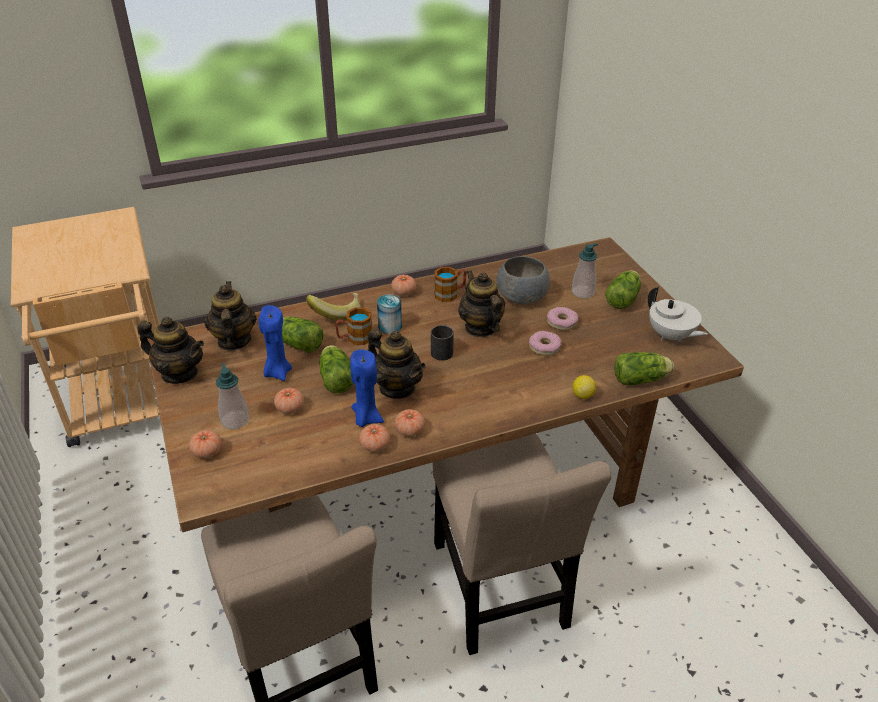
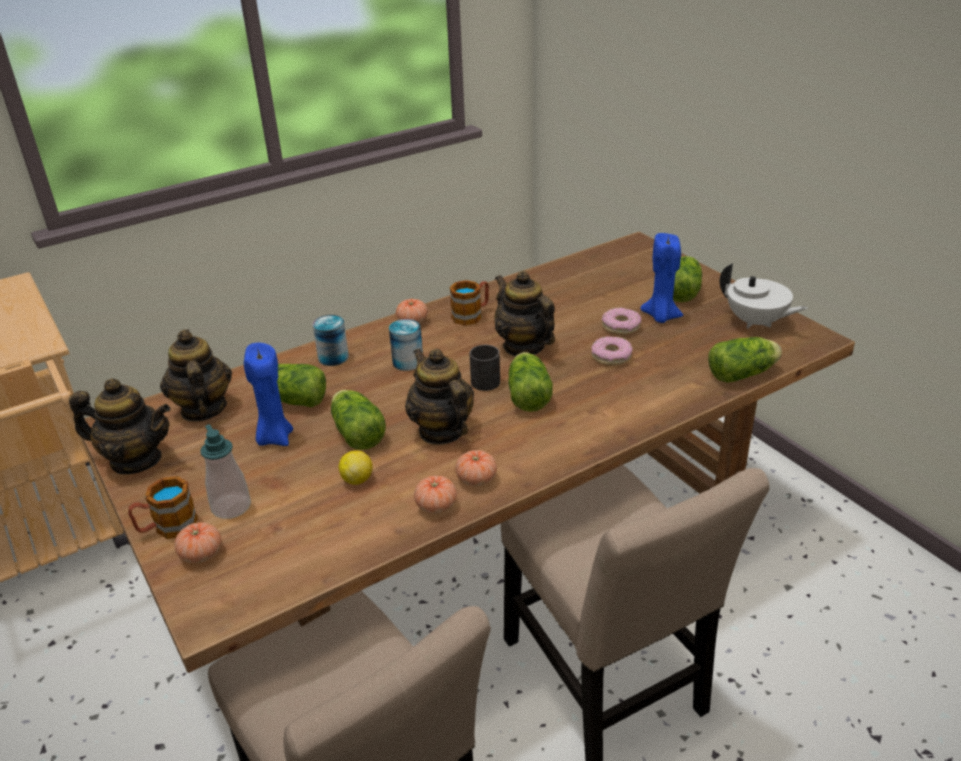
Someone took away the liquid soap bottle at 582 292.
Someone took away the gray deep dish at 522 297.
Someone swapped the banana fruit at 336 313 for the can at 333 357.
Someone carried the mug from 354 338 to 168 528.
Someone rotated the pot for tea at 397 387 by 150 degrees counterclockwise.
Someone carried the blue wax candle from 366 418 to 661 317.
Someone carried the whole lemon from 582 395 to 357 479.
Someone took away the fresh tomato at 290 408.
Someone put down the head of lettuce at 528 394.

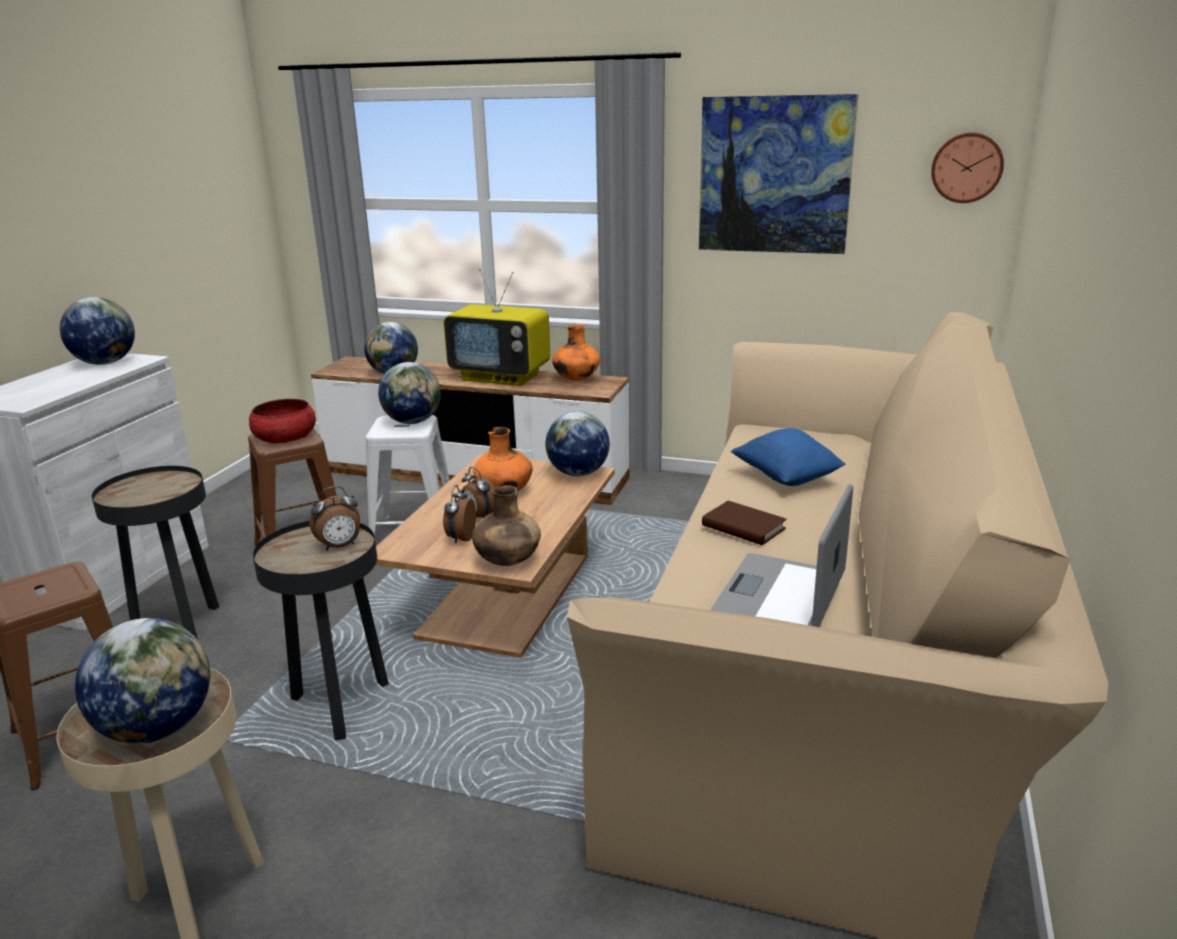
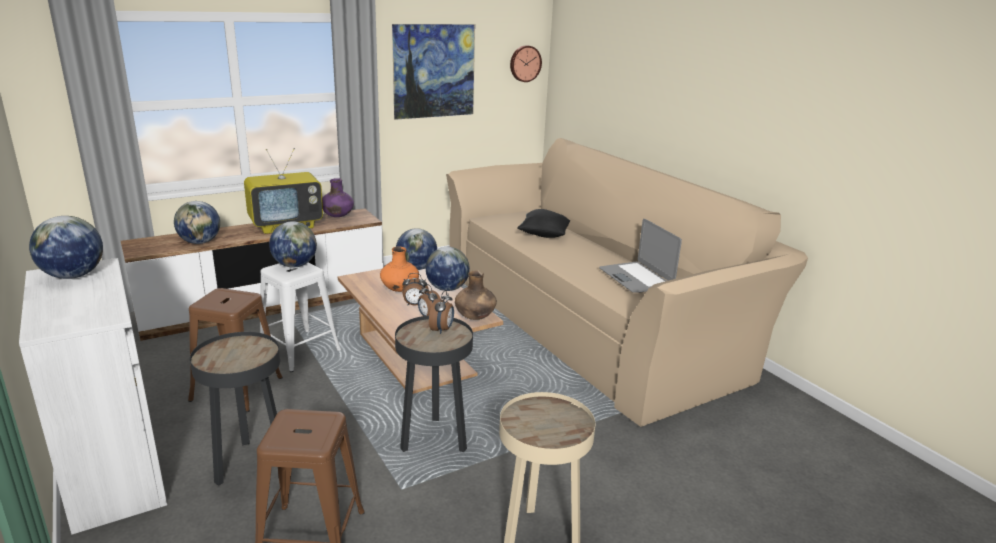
Someone repainted the orange vase at 576 379, which became the purple-coloured vase at 337 216.
Someone took away the red deep dish at 285 436.
Someone repainted the blue cushion at 786 477, which became the black cushion at 543 235.
Someone took away the brownish volume at 743 527.
Someone carried the desk globe from 157 728 to 447 288.

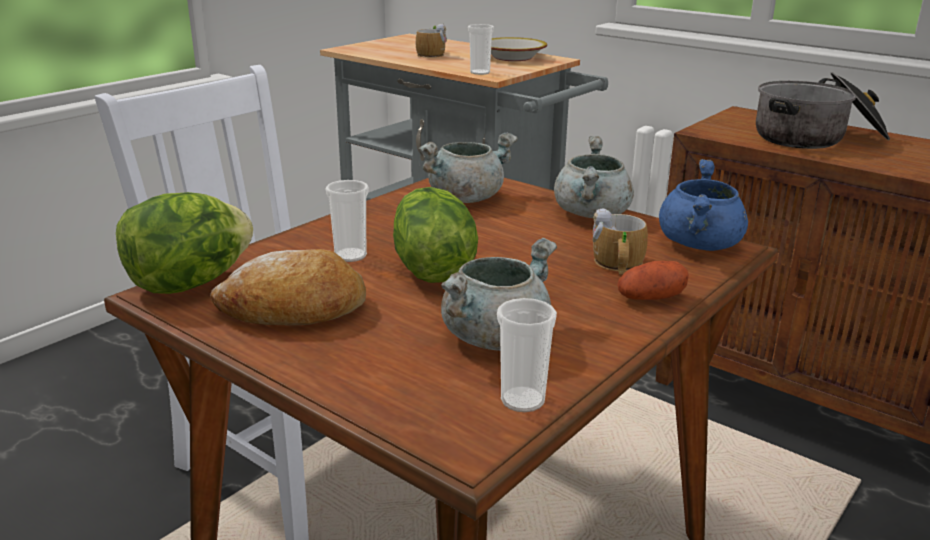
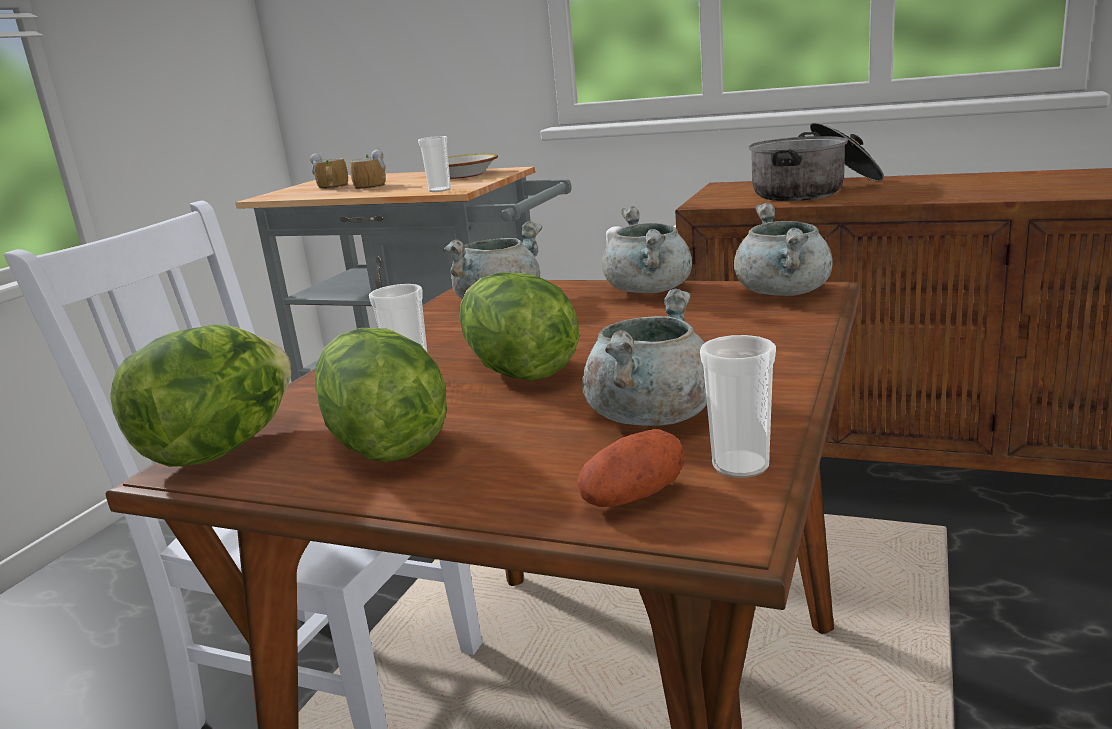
Someone repainted the blue saucepot at 700 245, which became the gray saucepot at 784 293.
Someone carried the mug from 617 266 to 332 187.
Someone swapped the bread at 294 309 for the head of lettuce at 383 444.
Someone carried the whole potato from 650 298 to 633 497.

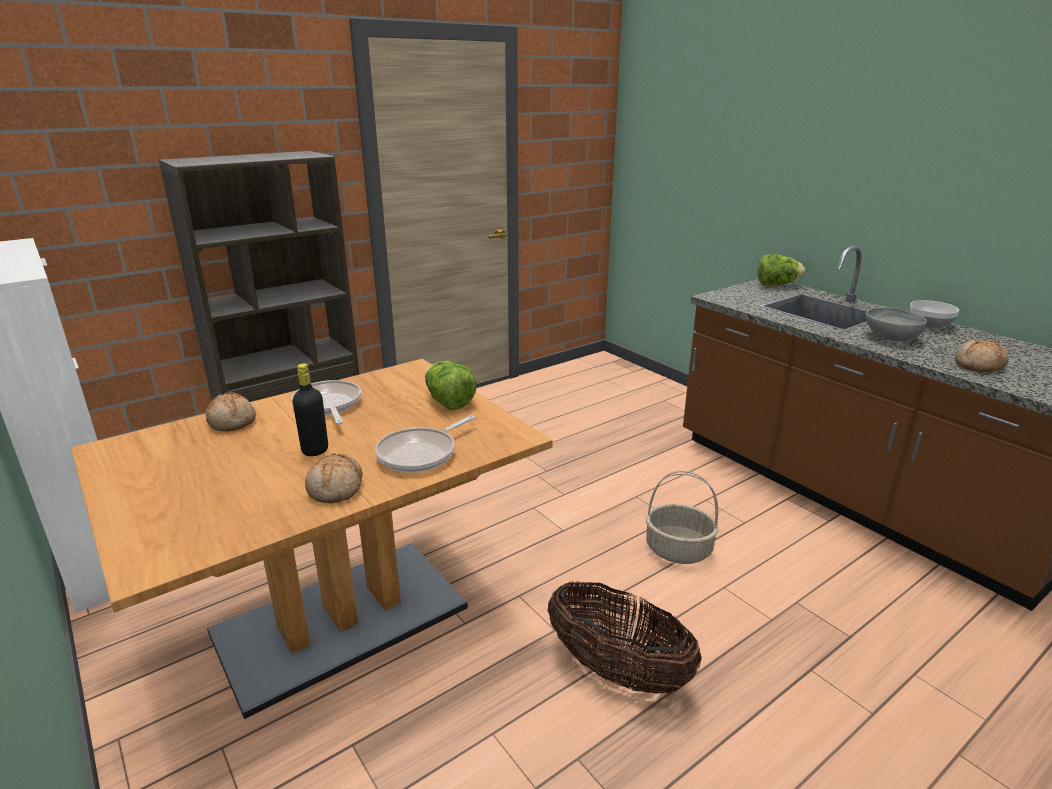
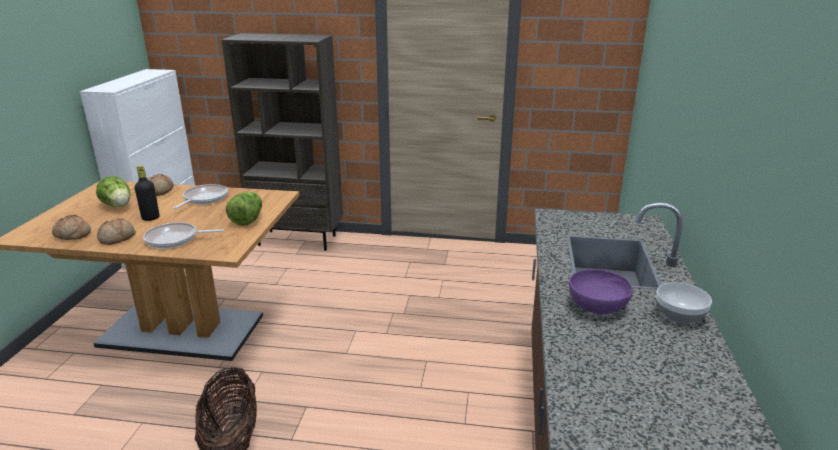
Someone carried the head of lettuce from 777 285 to 118 206.
Someone repainted the gray deep dish at 890 337, which became the purple-coloured deep dish at 597 305.
Someone carried the bread from 979 366 to 72 235.
Someone took away the basket at 679 549.

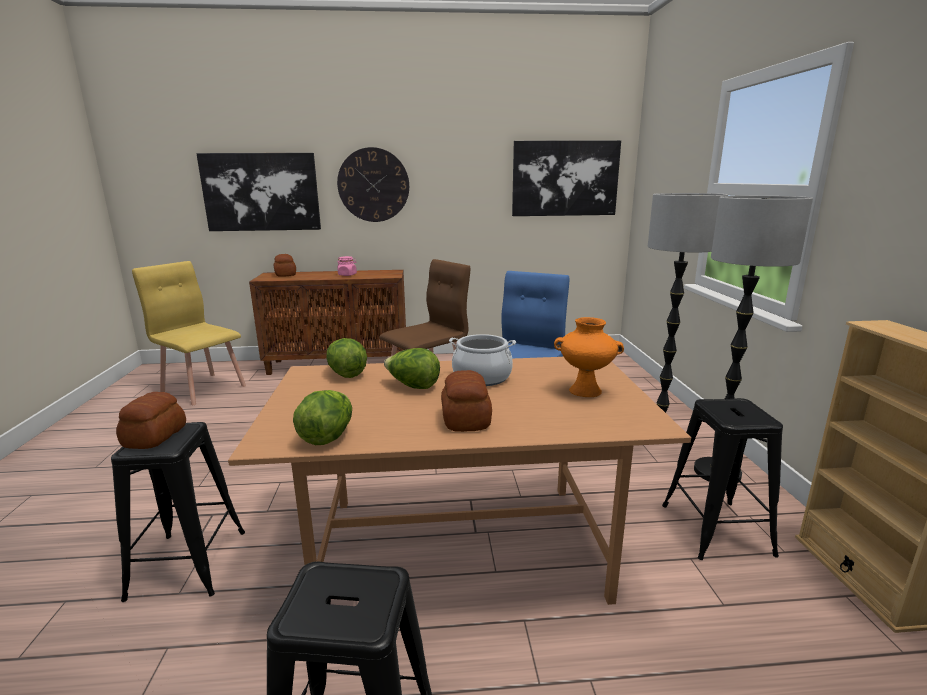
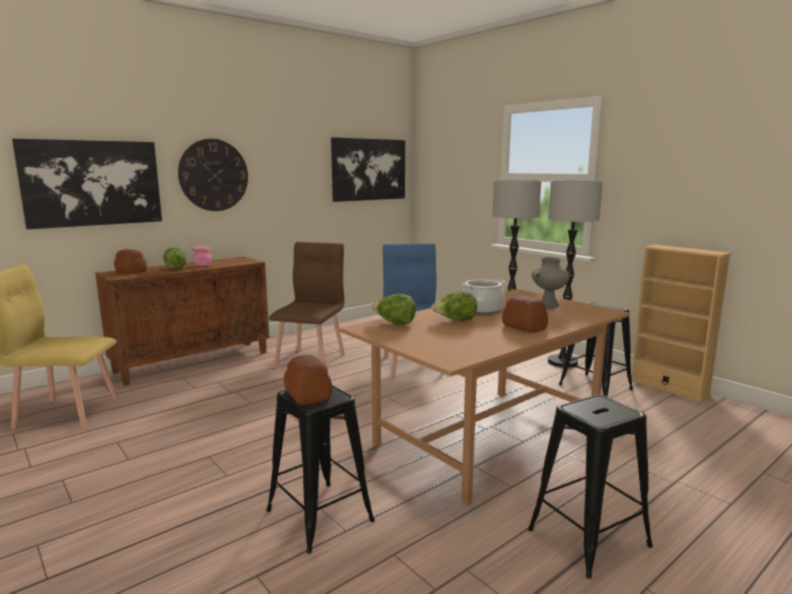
Someone repainted the orange vase at 586 390, which became the gray vase at 548 305.
Someone carried the head of lettuce from 327 436 to 175 268.

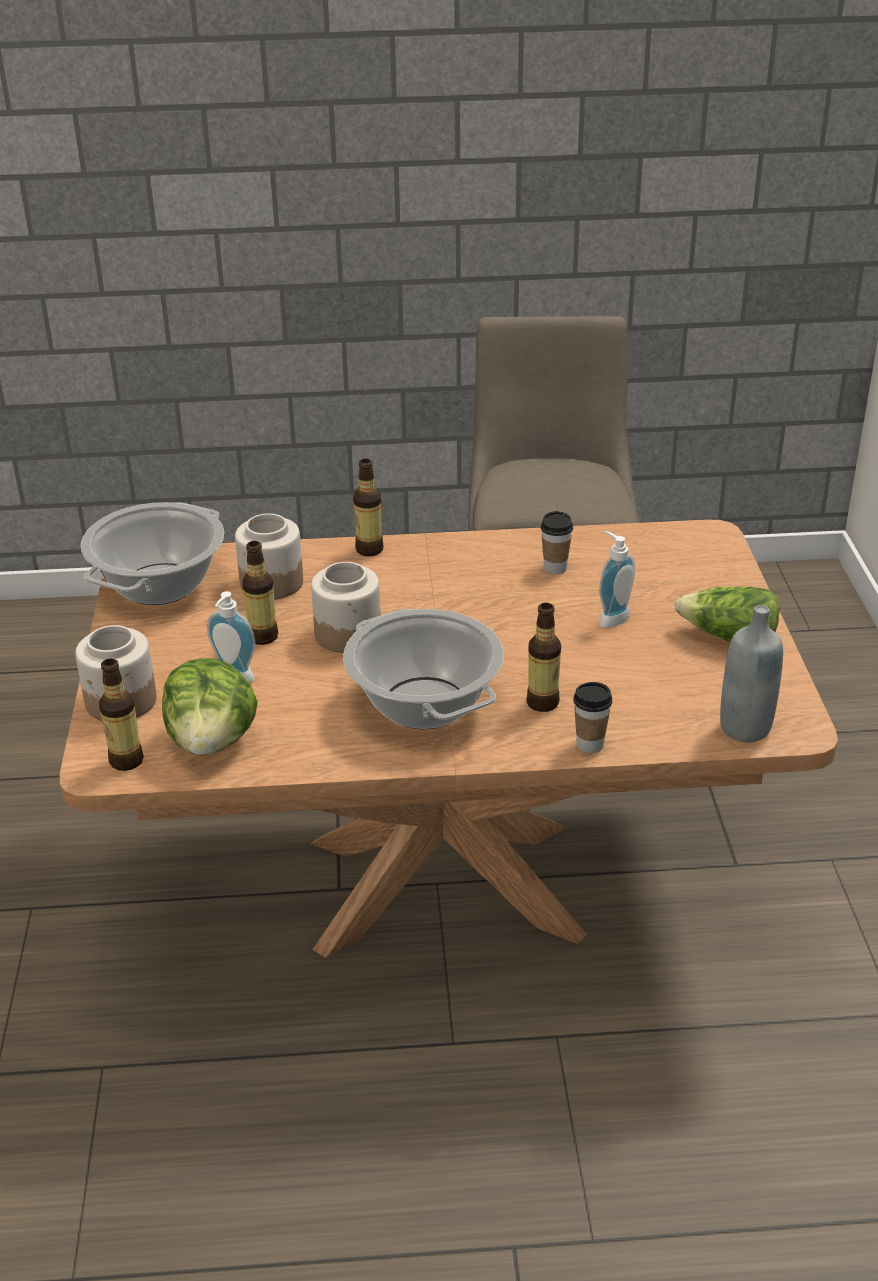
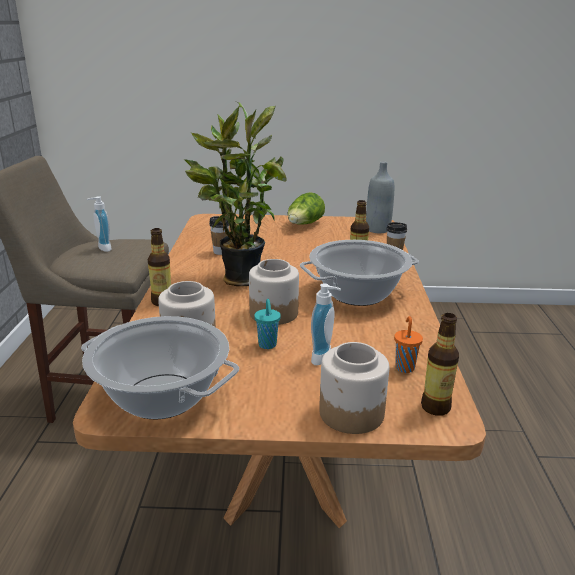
Someone carried the liquid soap bottle from 611 617 to 102 248.
Someone swapped the bottle at 262 637 for the blue-green cup at 267 345.
Someone swapped the head of lettuce at 213 741 for the orange cup at 404 367.
Someone put down the potted plant at 237 279.

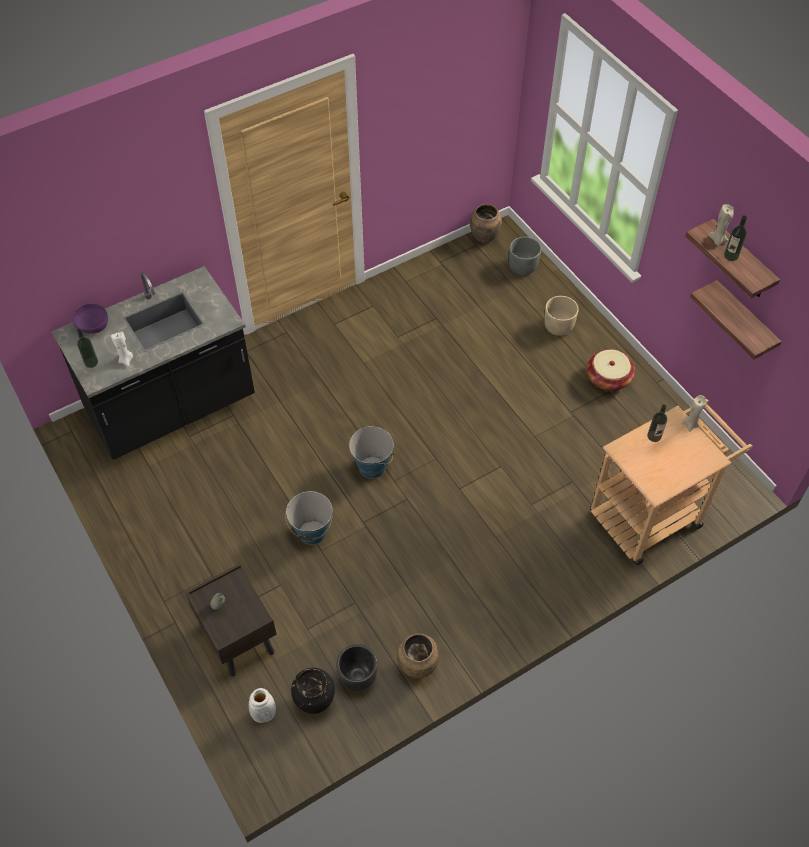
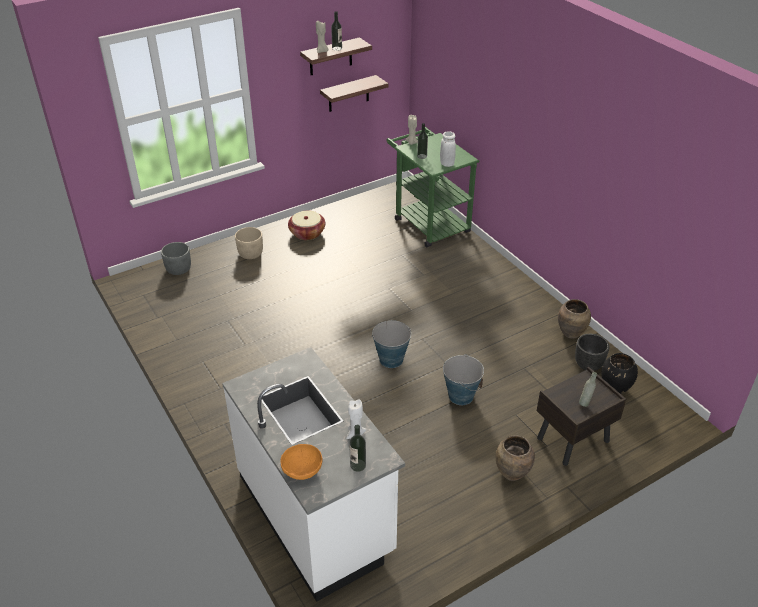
Someone carried the brownish vase from 484 238 to 511 473.
Someone repainted the black kitchen base unit at 172 408, which became the white kitchen base unit at 316 514.
Someone repainted the purple-coloured deep dish at 92 326, which became the orange deep dish at 302 471.
Someone repainted the beige wheeled cart at 653 514, which became the green wheeled cart at 428 222.
Someone carried the white vase from 264 714 to 447 164.

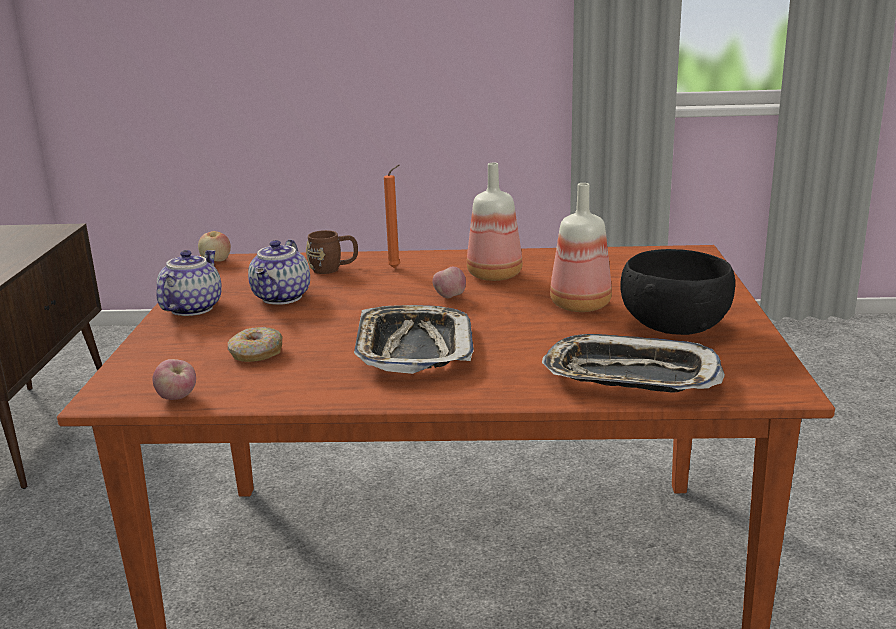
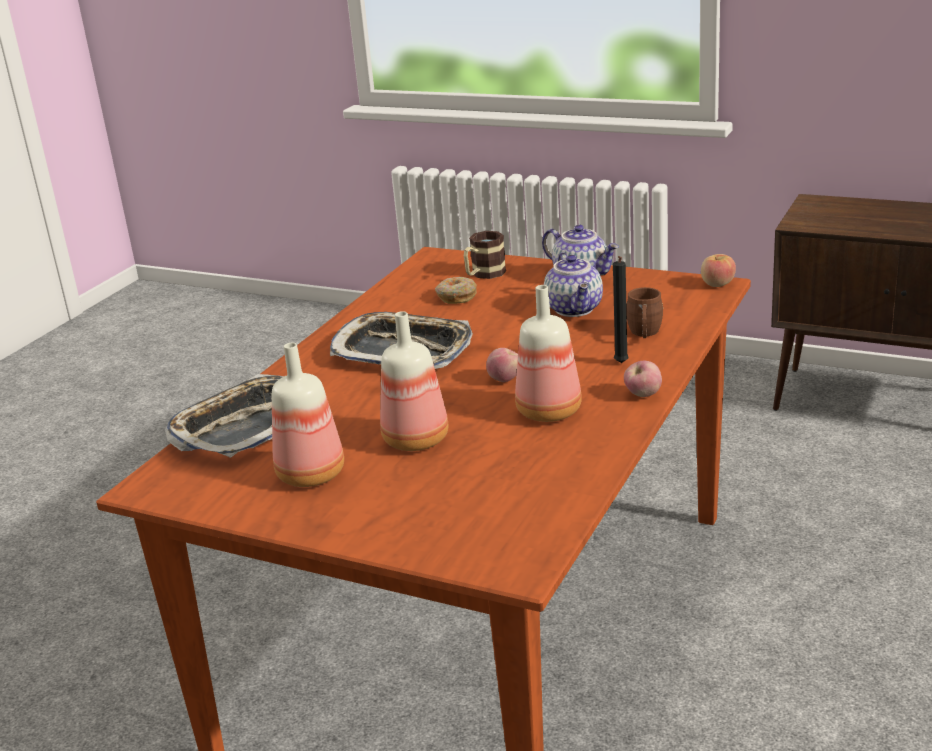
Someone repainted the orange wax candle at 396 268, which became the black wax candle at 621 364.
Someone rotated the pot for tea at 282 298 by 135 degrees counterclockwise.
Someone swapped the black deep dish at 673 326 for the bottle at 313 475.
Someone carried the apple from 177 398 to 643 395.
Someone put down the mug at 484 274.

